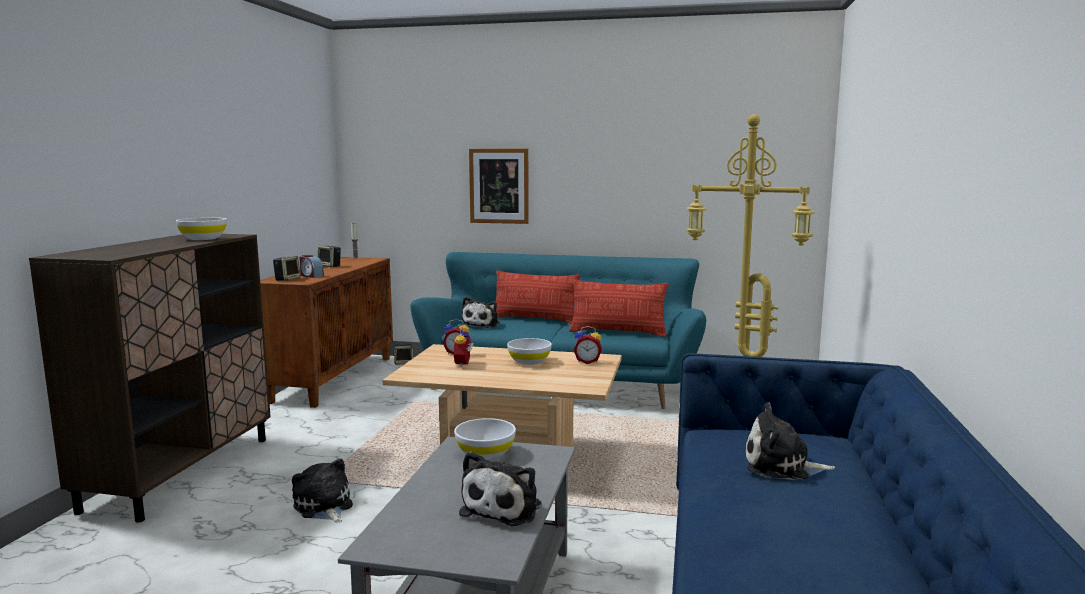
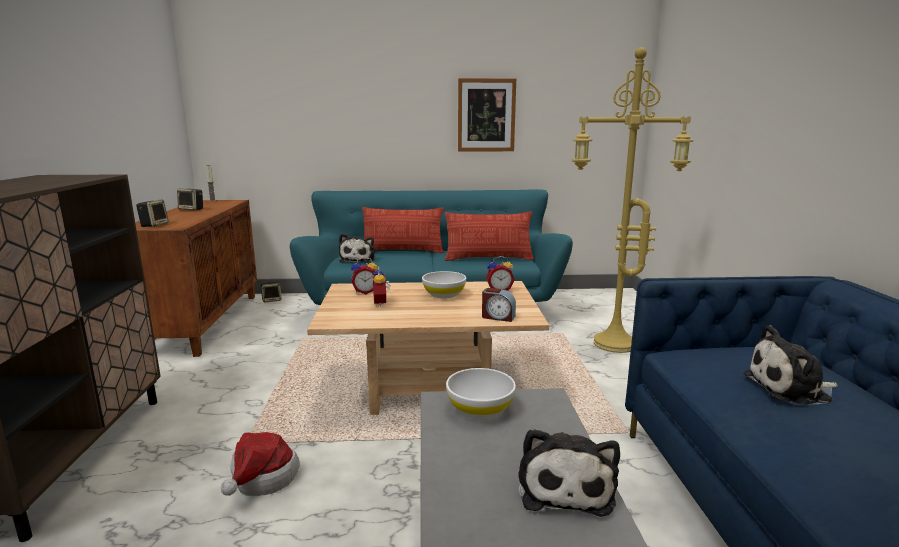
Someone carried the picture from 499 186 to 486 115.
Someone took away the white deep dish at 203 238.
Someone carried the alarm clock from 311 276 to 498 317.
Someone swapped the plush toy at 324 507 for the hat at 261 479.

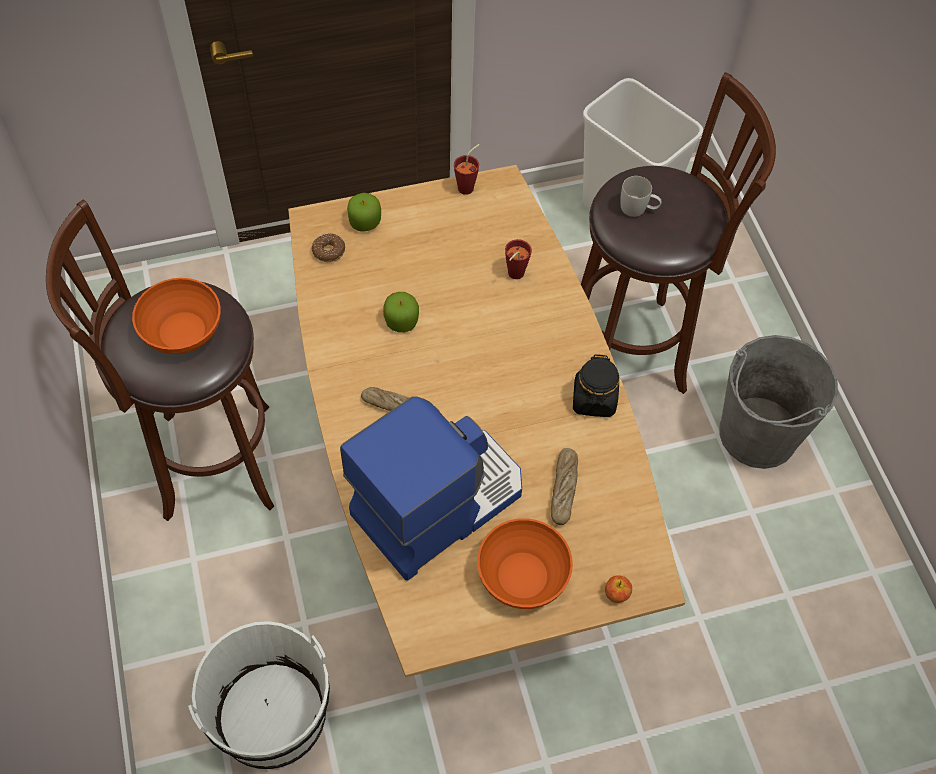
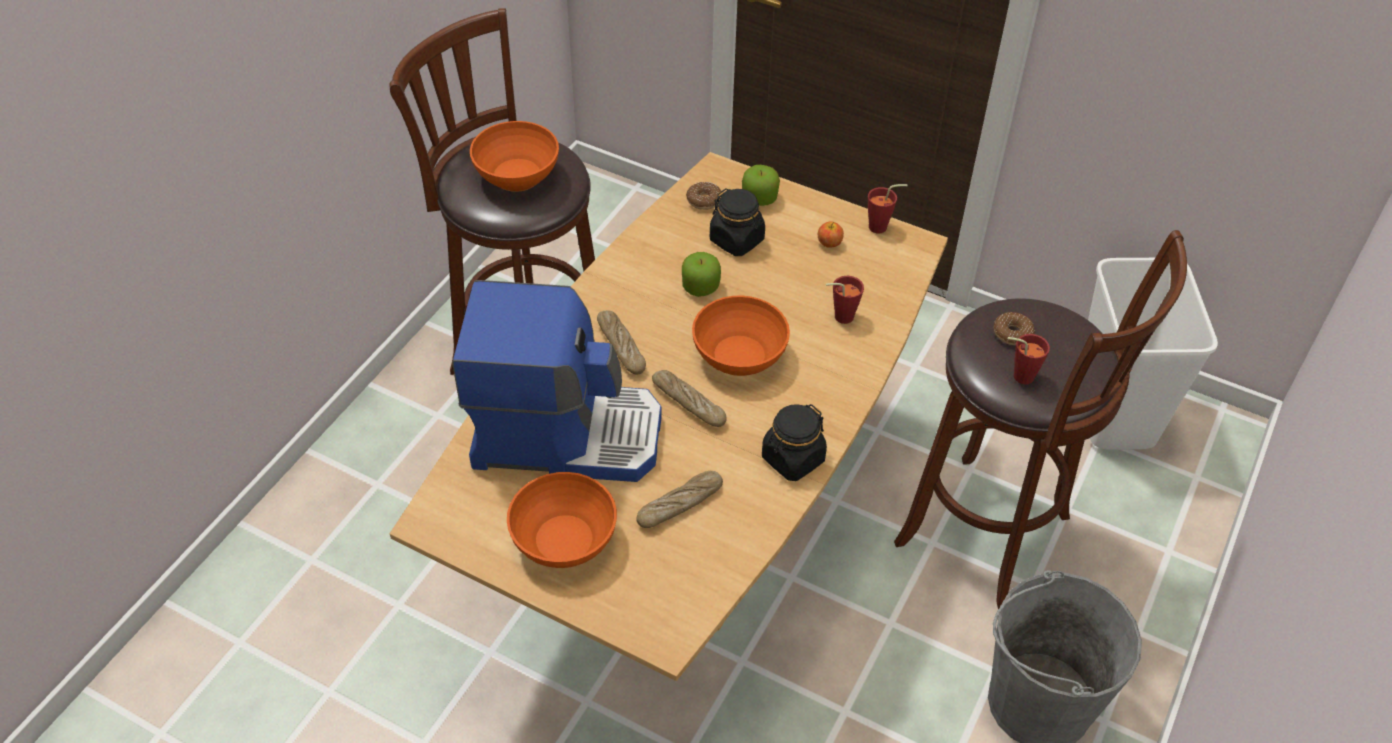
Someone swapped the white mug at 638 209 for the donut at 1012 333.
Someone carried the apple from 616 594 to 829 243.
Someone took away the white pail at 272 716.
Someone put down the black jar at 737 240.
Someone put down the orange deep dish at 739 355.
Someone put down the red cup at 1018 376.
Someone put down the bread at 688 403.

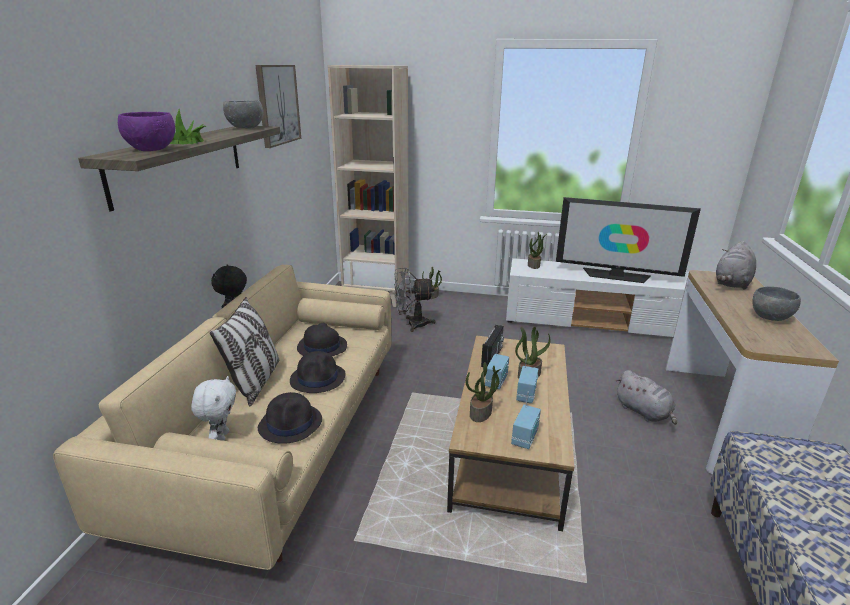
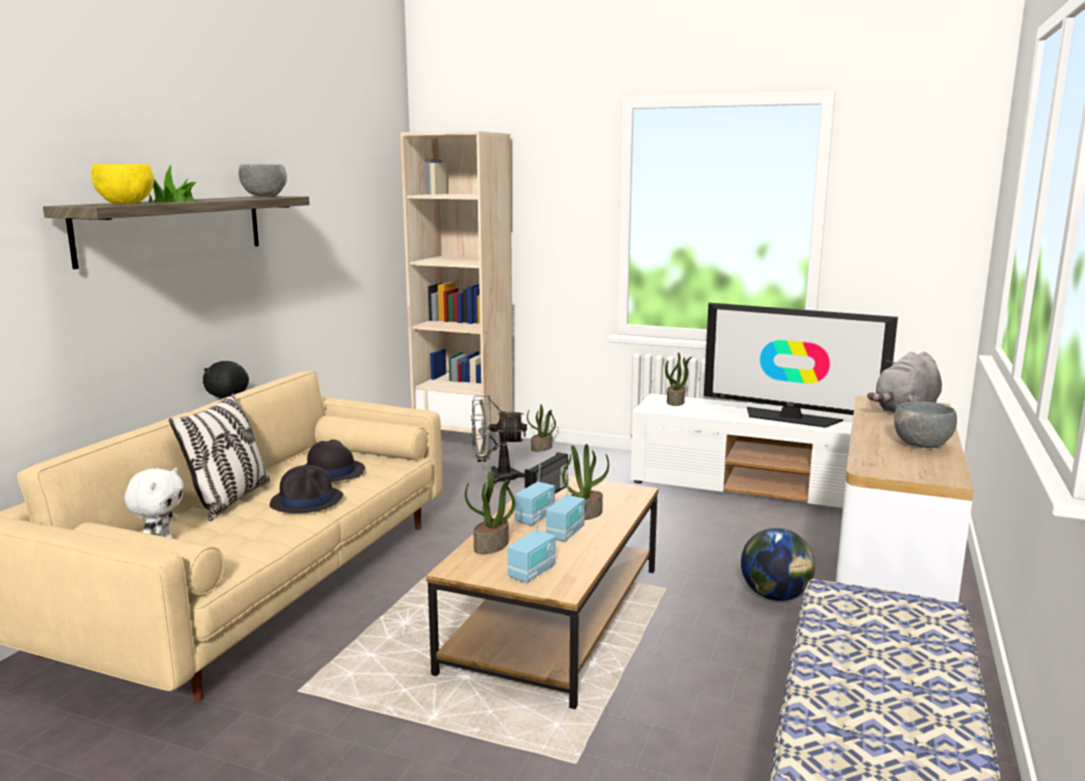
Someone took away the picture at 278 105.
Someone repainted the purple-coloured deep dish at 151 150, which became the yellow-coloured deep dish at 125 203.
Someone swapped the gray plush toy at 644 412 for the desk globe at 775 596.
Someone took away the black hat at 291 424.

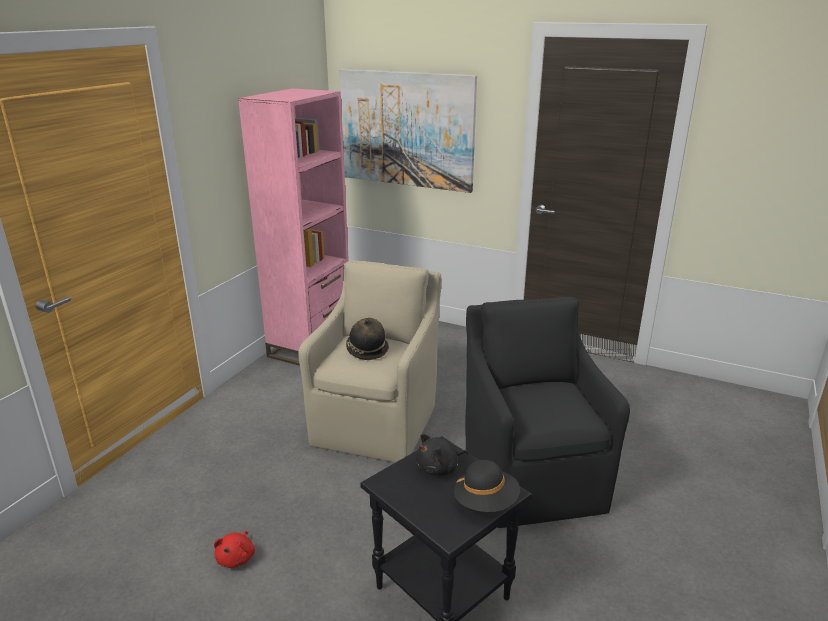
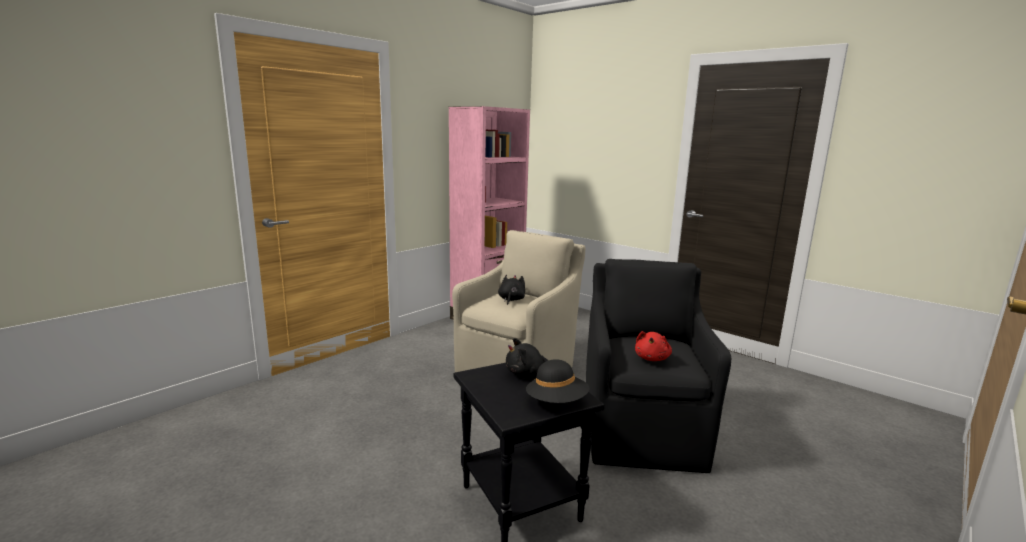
Someone took away the picture at 406 129.
Someone swapped the hat at 367 350 for the black plush toy at 511 300.
Someone carried the red plush toy from 237 558 to 652 358.

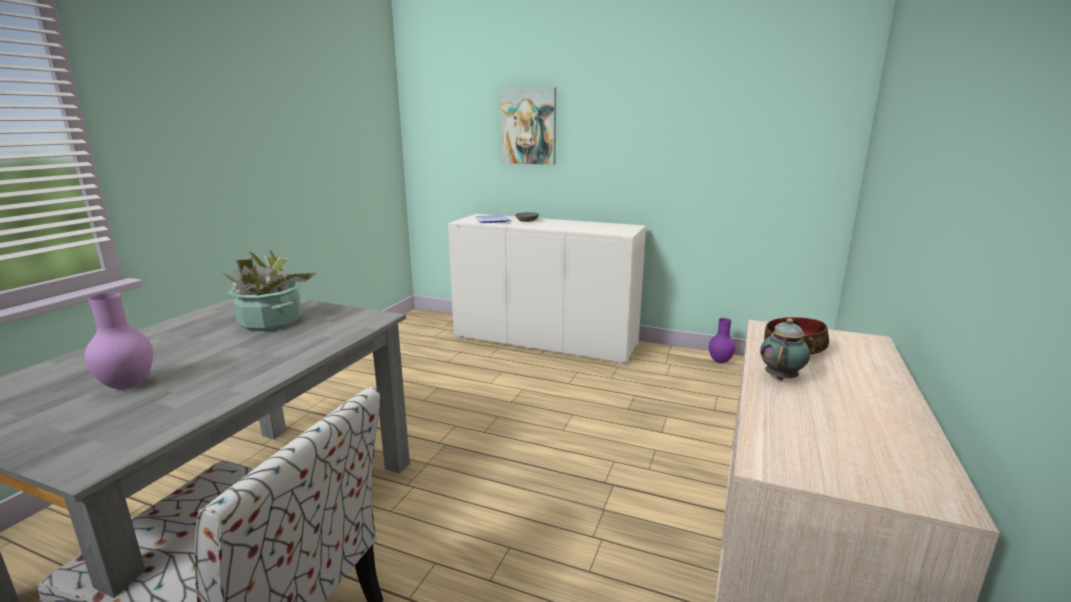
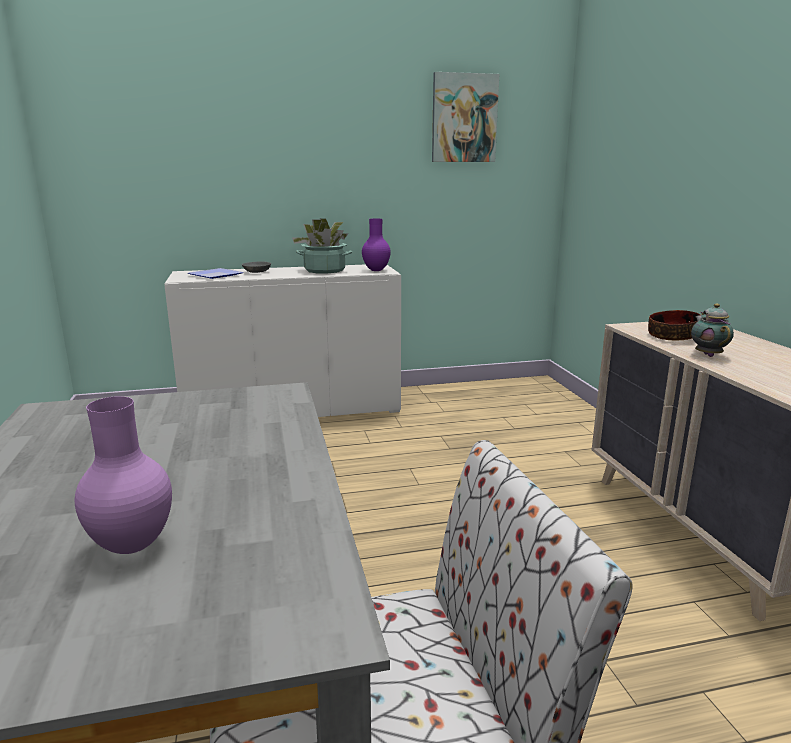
Someone carried the picture from 528 126 to 464 118.
Someone carried the potted plant from 270 322 to 324 270.
Someone carried the purple-coloured vase from 720 361 to 377 270.

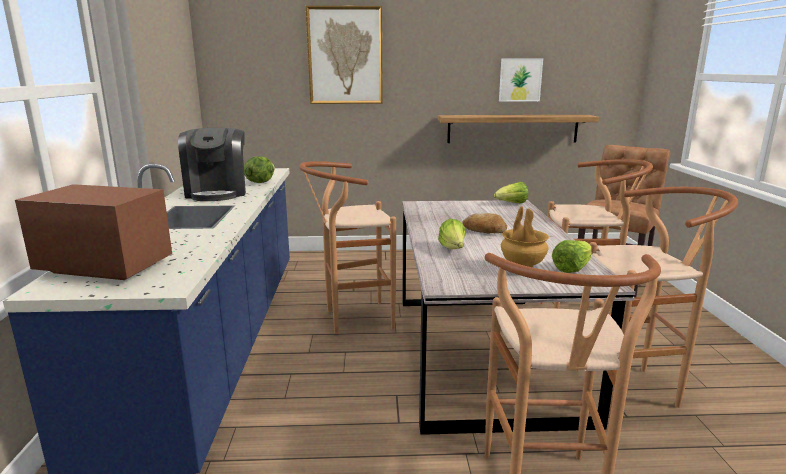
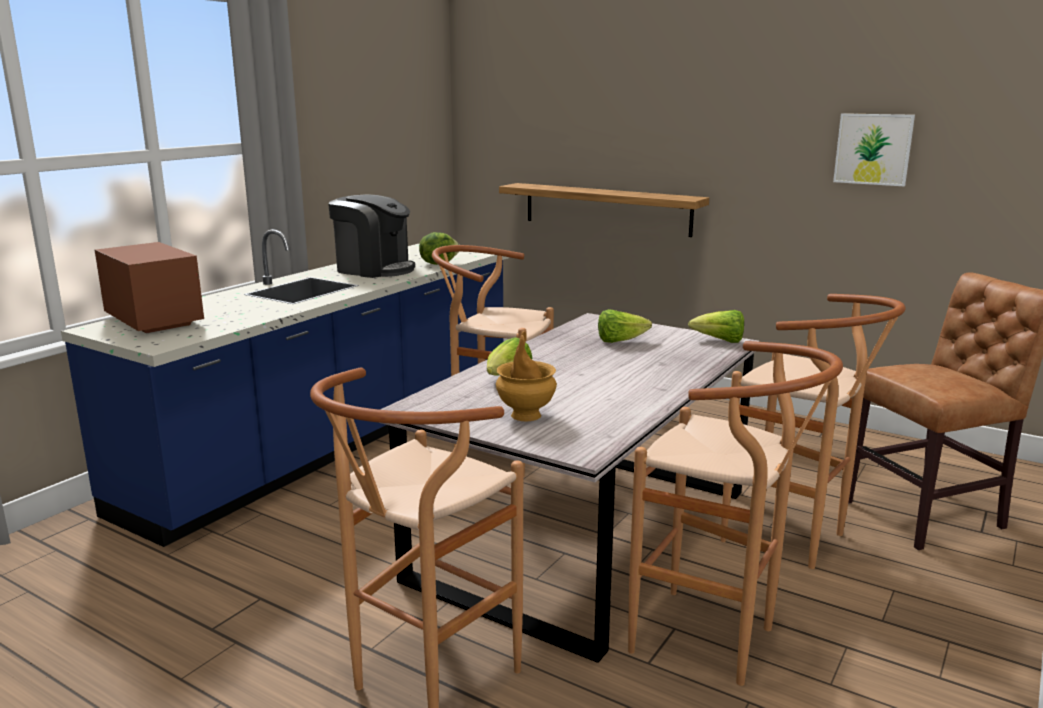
Someone took away the picture at 345 56.
Someone carried the shelf from 512 128 to 606 209.
Someone rotated the coffee brewer at 217 192 by 90 degrees counterclockwise.
Someone took away the bread at 484 230.
Someone carried the head of lettuce from 572 268 to 620 341.

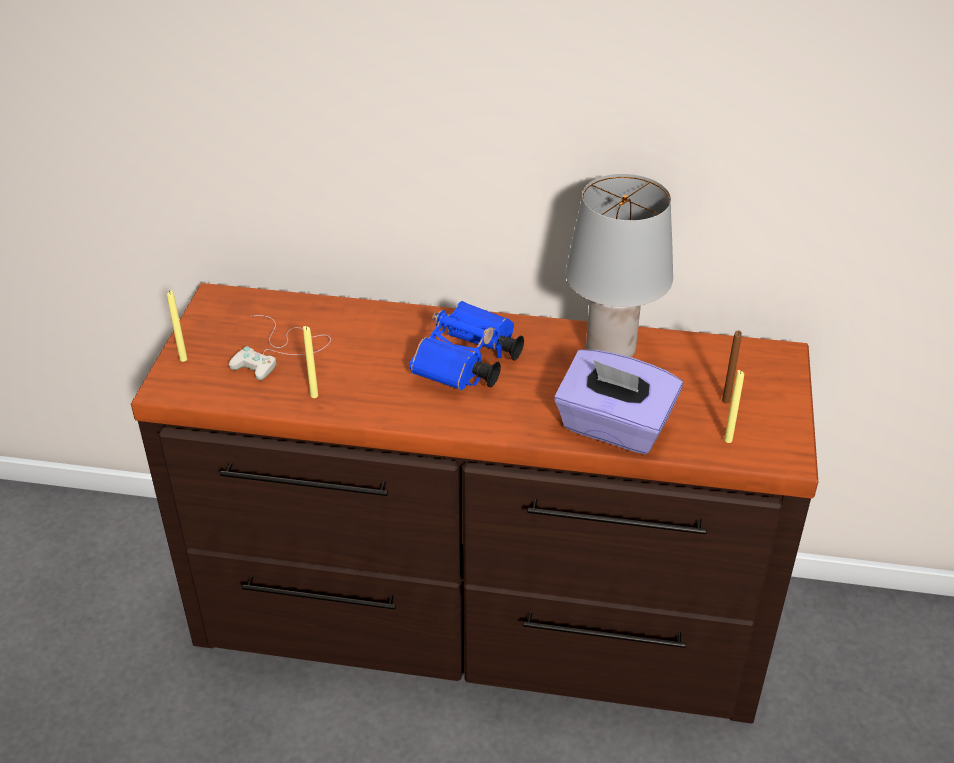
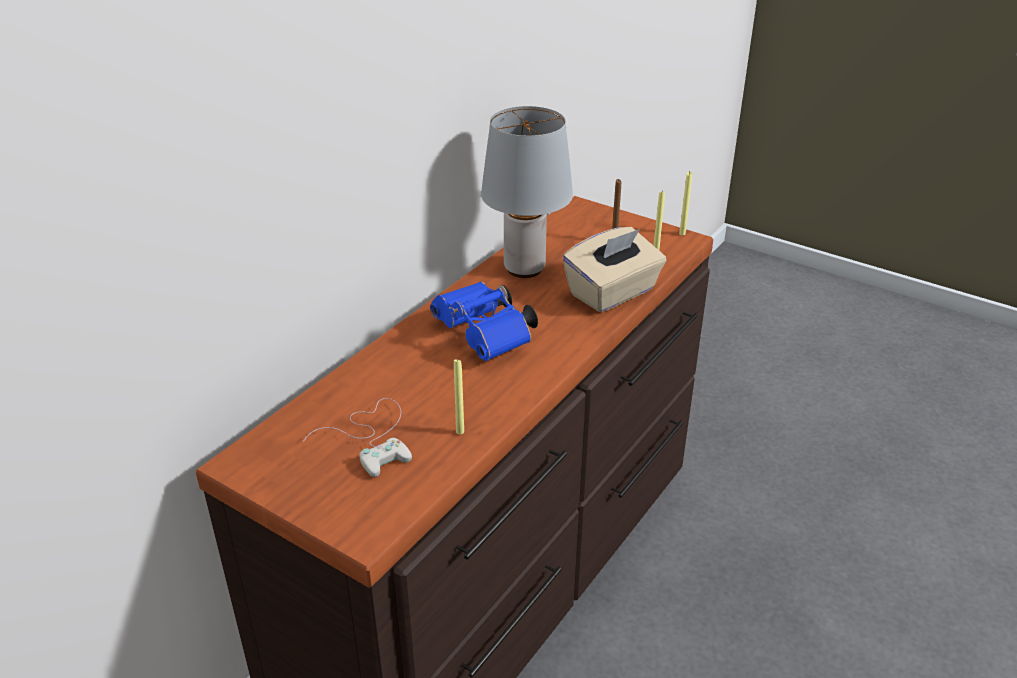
Someone carried the yellow-coloured wax candle from 183 359 to 682 233.
Someone repainted the purple-coloured tissue box at 614 428, which became the beige tissue box at 613 293.

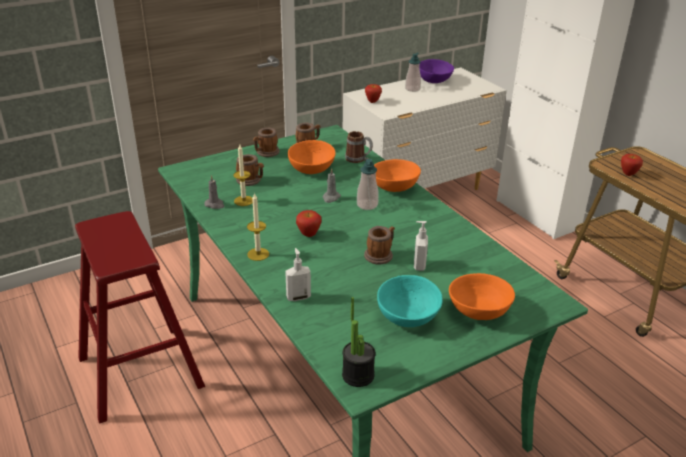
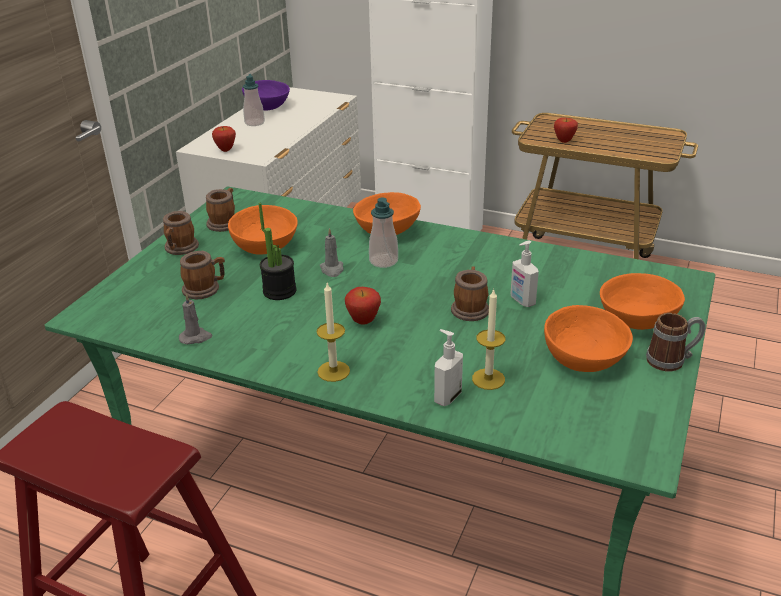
Someone carried the mug from 358 159 to 672 360.
Someone carried the wax candle from 243 201 to 488 379.
Someone repainted the blue-green deep dish at 407 316, which became the orange deep dish at 582 358.
Someone carried the potted plant from 358 375 to 279 291.

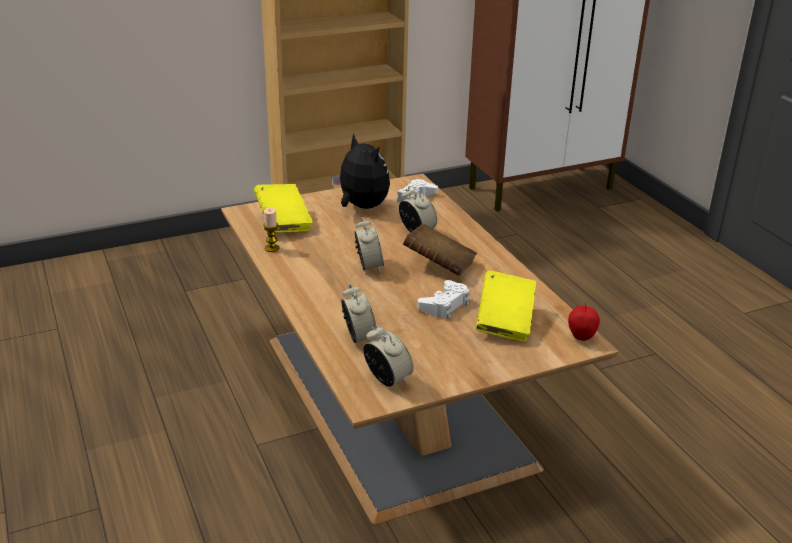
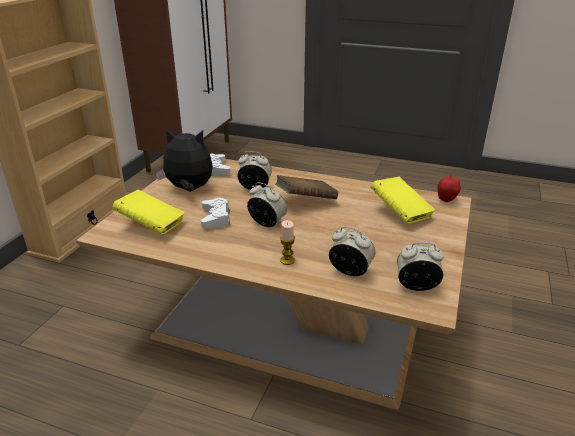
Someone carried the wax candle from 272 248 to 287 260.
Someone carried the white game controller from 445 305 to 215 218.

